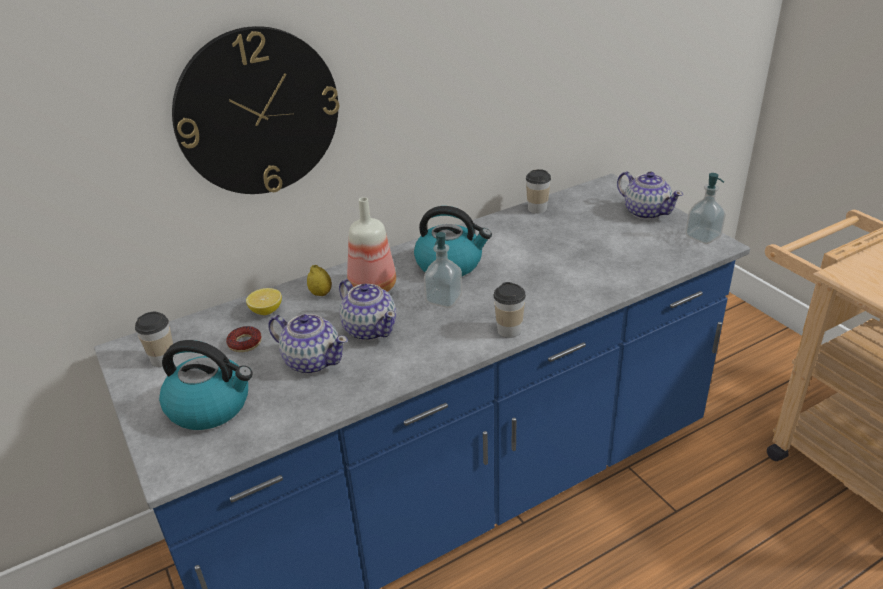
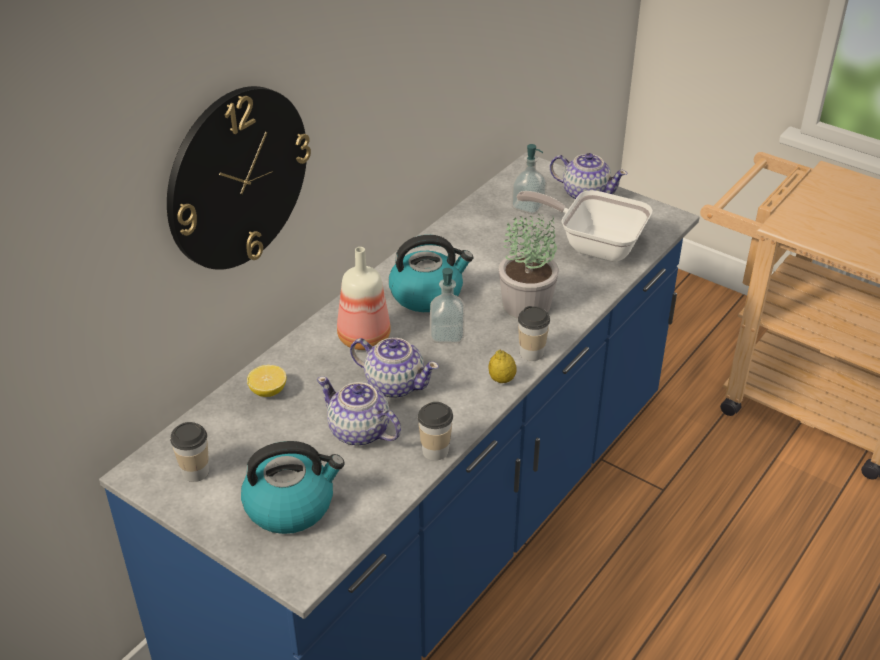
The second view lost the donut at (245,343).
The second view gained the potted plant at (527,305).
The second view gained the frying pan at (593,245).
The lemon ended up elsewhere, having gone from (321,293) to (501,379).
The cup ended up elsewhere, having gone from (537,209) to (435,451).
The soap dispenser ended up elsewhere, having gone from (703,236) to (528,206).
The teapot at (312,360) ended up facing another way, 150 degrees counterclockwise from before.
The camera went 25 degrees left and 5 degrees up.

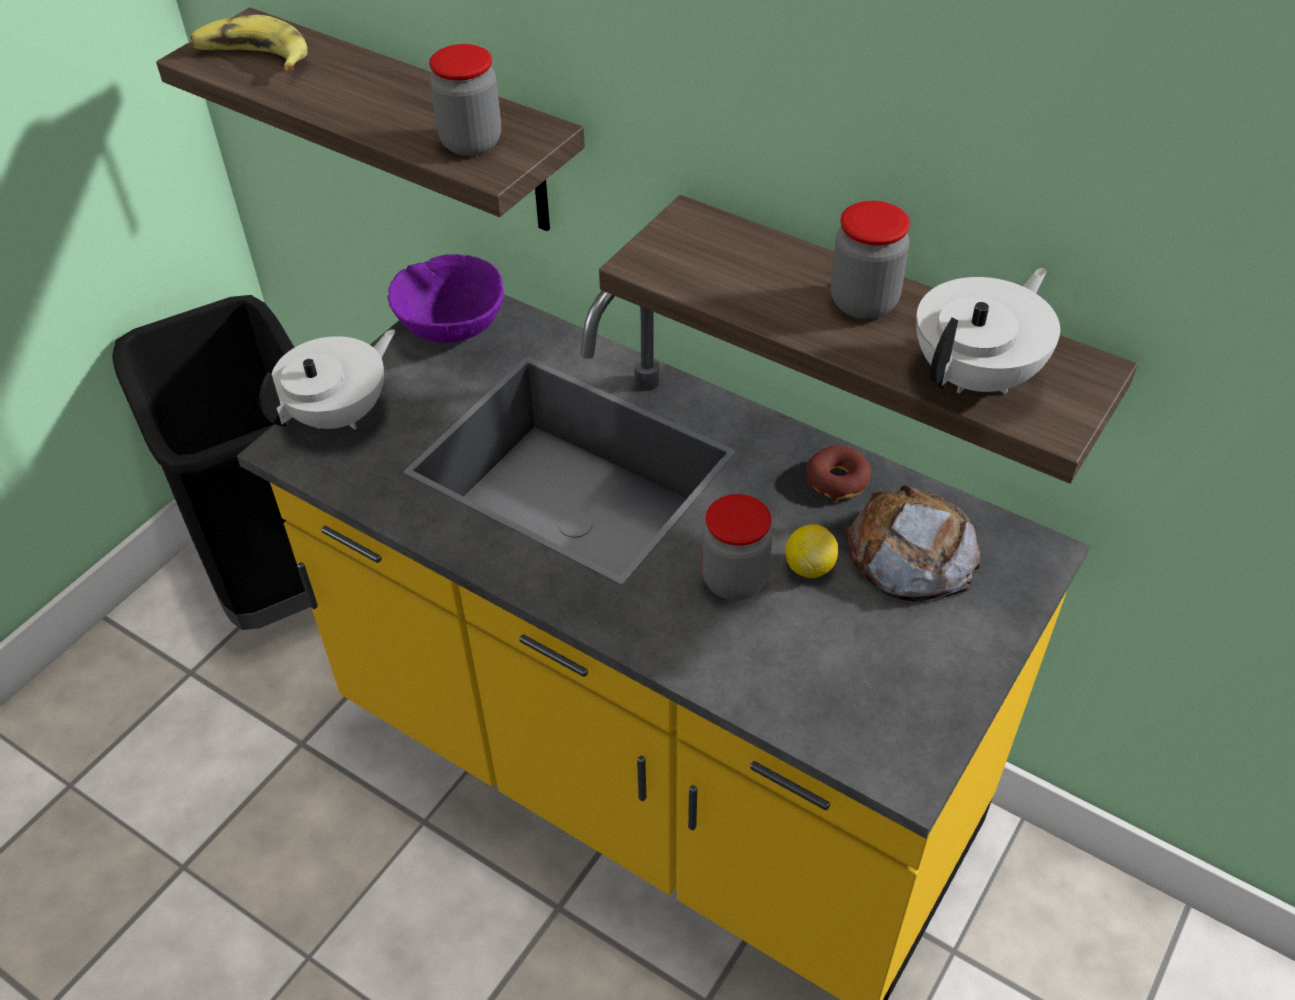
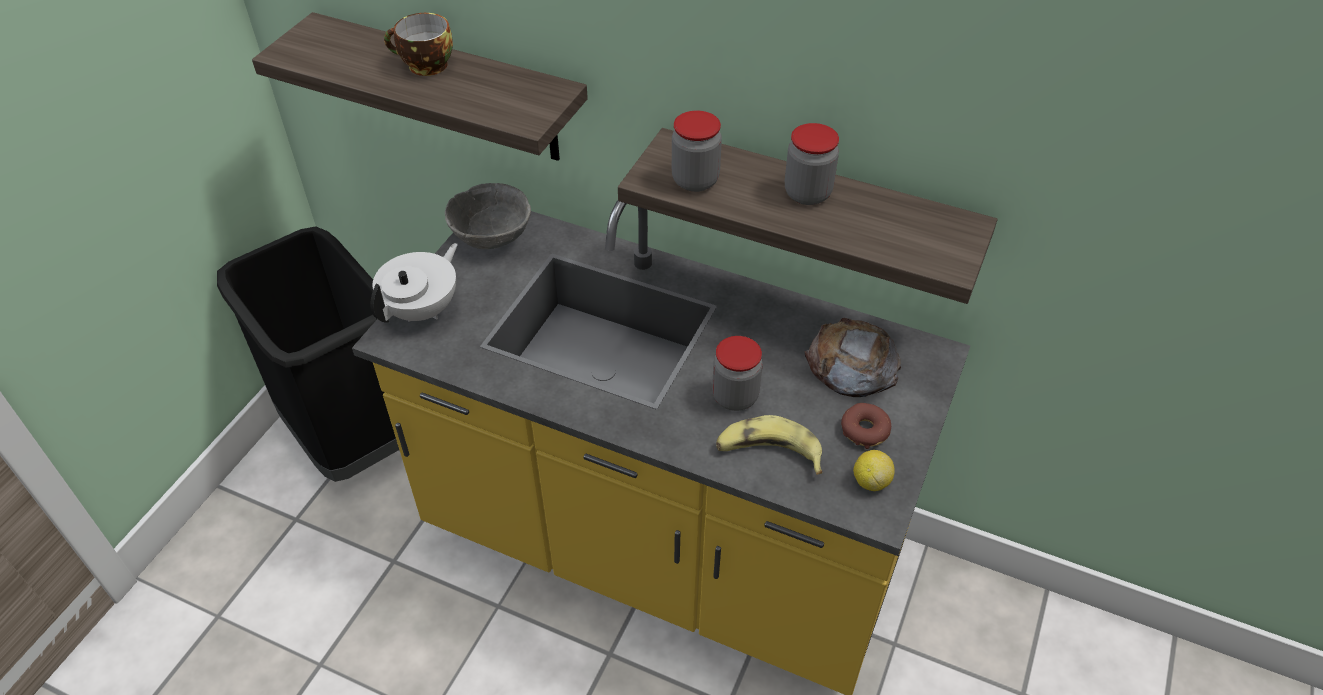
The second view lost the white teapot at (977,375).
The second view gained the cup at (425,66).
The banana ended up elsewhere, having gone from (253,58) to (768,452).
The jar ended up elsewhere, having gone from (471,142) to (695,180).
The lemon ended up elsewhere, having gone from (809,567) to (870,481).
The donut ended up elsewhere, having gone from (837,480) to (864,430).
What was the purple bowl at (451,329) turned into the grey bowl at (491,238).
The camera went 10 degrees left and 0 degrees up.

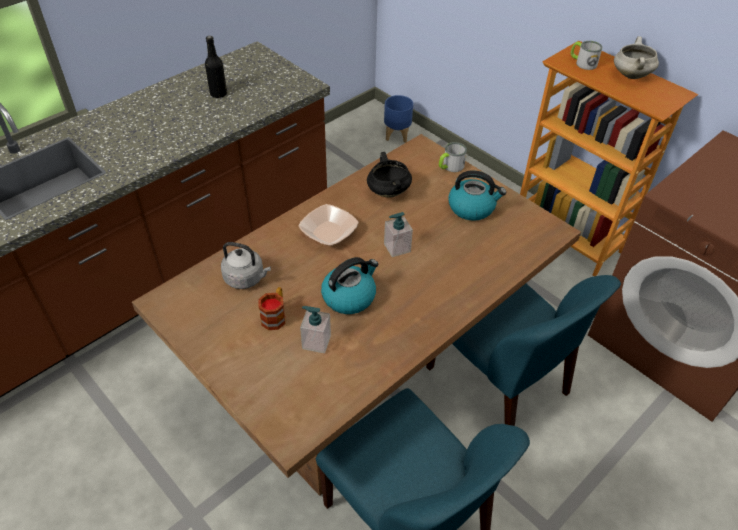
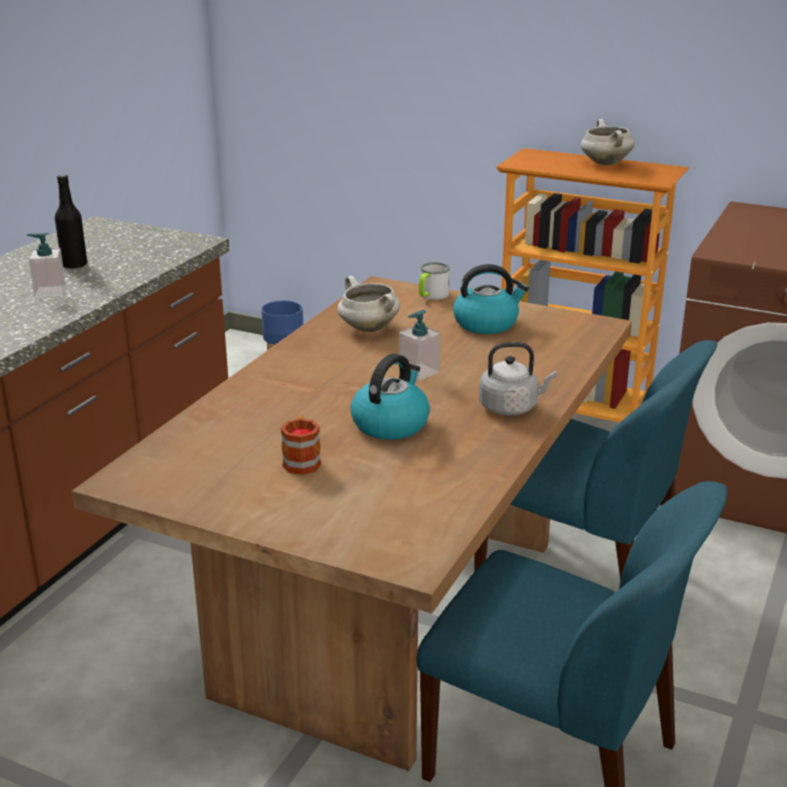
The second view lost the bowl at (328,232).
The second view lost the mug at (582,63).
The grey kettle ended up elsewhere, having gone from (246,278) to (511,407).
The soap dispenser ended up elsewhere, having gone from (316,342) to (50,291).
What was the black cooking pot at (387,191) turned into the white cooking pot at (367,328).
The camera went 20 degrees left and 20 degrees down.

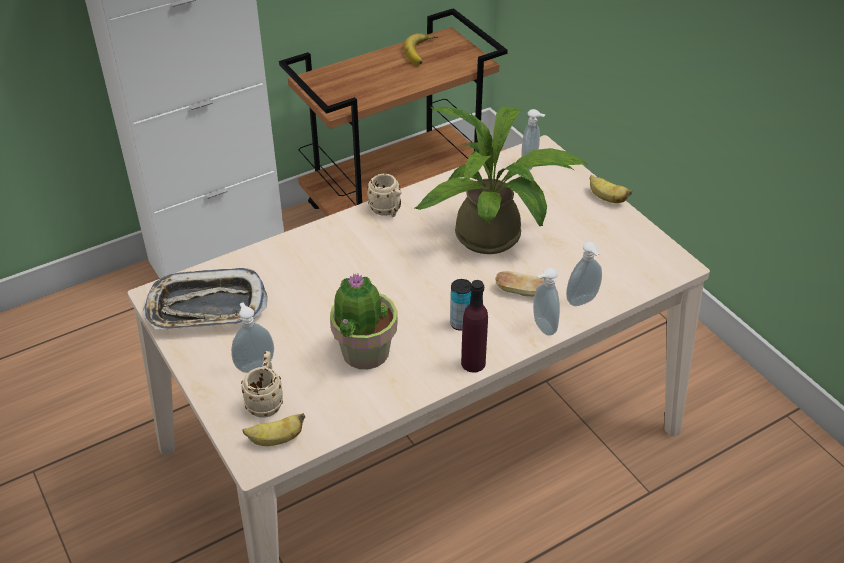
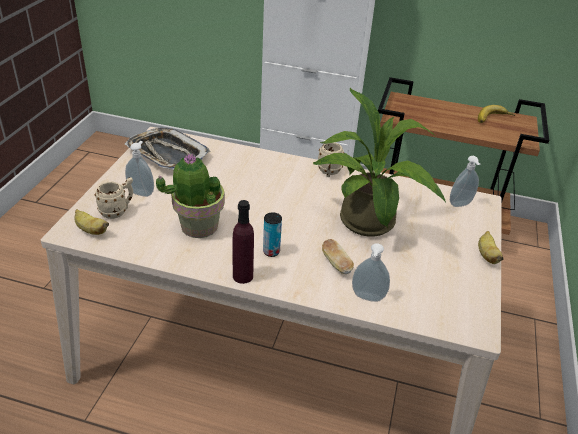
The second view lost the soap dispenser at (542,327).
The camera went 45 degrees right and 5 degrees down.

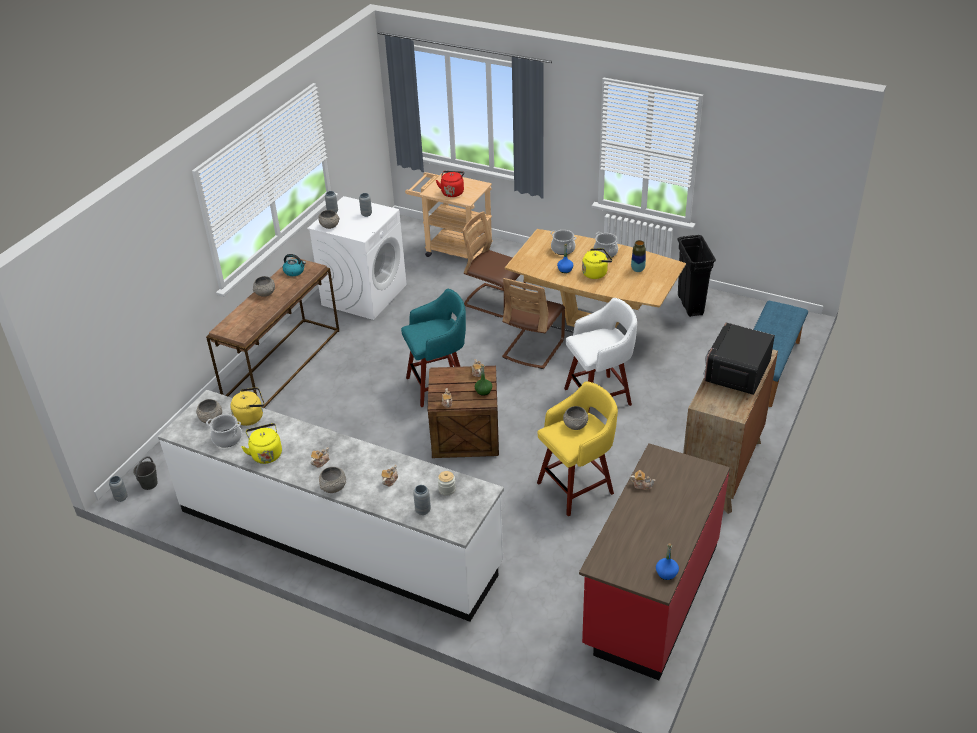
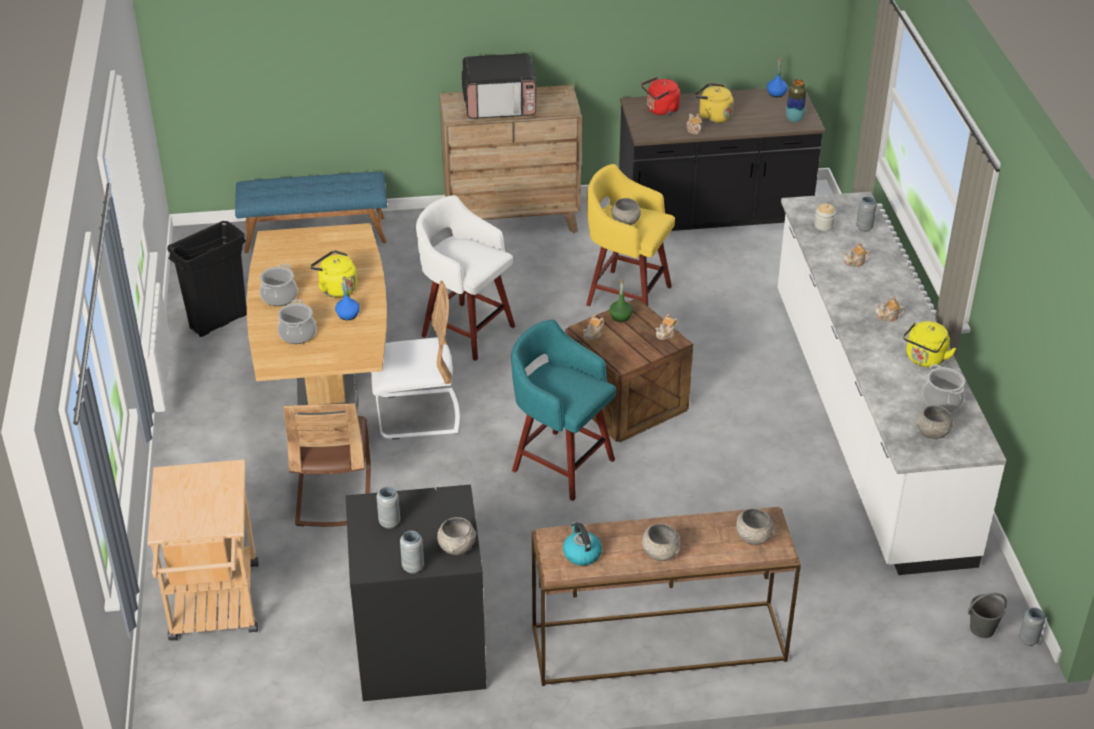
The yellow kettle ended up elsewhere, having gone from (251,417) to (712,116).
The grey bowl ended up elsewhere, having gone from (334,487) to (753,537).
The red kettle ended up elsewhere, having gone from (452,192) to (660,110).
The vase ended up elsewhere, having gone from (637,269) to (794,119).
What was the white washing machine at (364,294) turned into the black washing machine at (419,651).
What was the brown chair at (533,349) turned into the white chair at (417,415).
What was the red counter at (650,595) turned into the black counter at (713,213).
The camera went 125 degrees left and 0 degrees up.

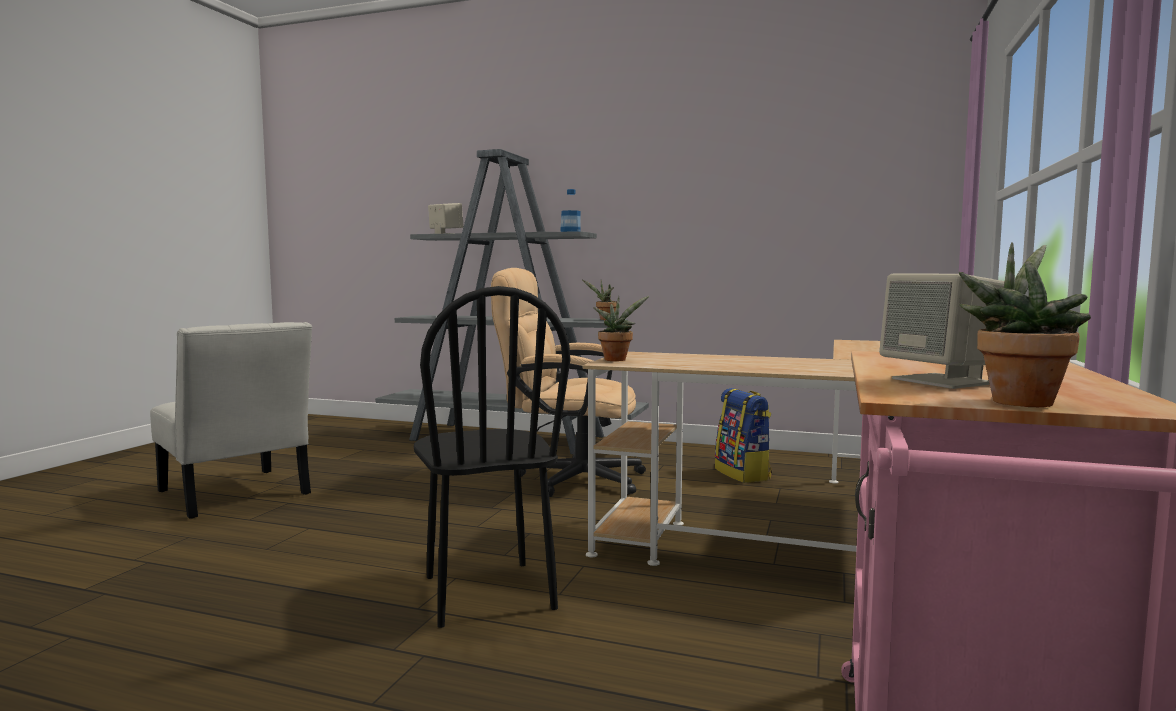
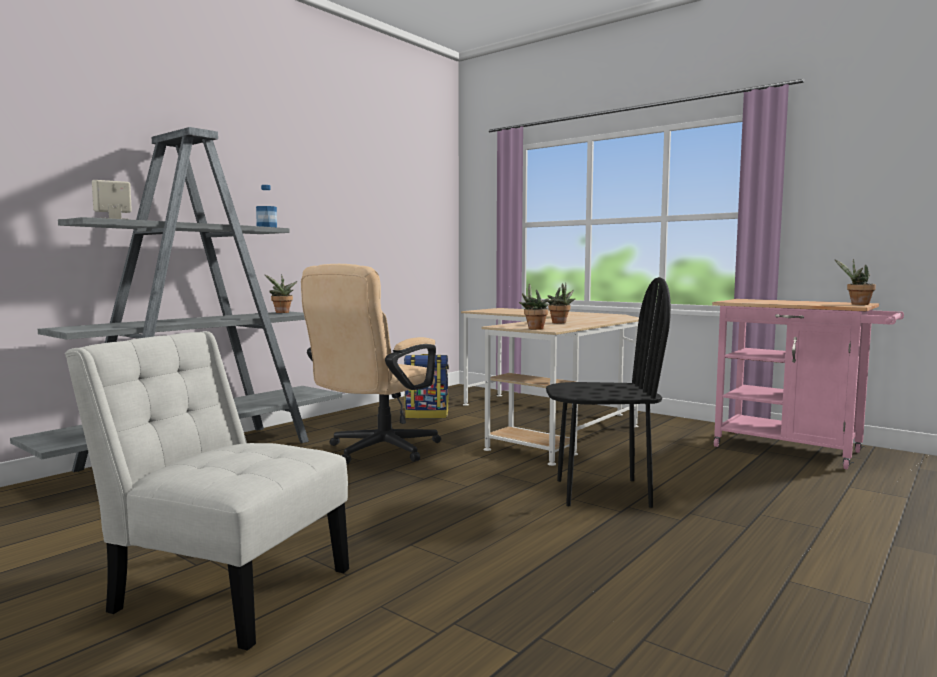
The second view lost the beige speaker at (943,381).
The second view gained the potted plant at (560,323).
The white chair at (236,495) ended up facing another way, 135 degrees counterclockwise from before.
The camera went 70 degrees left and 0 degrees up.

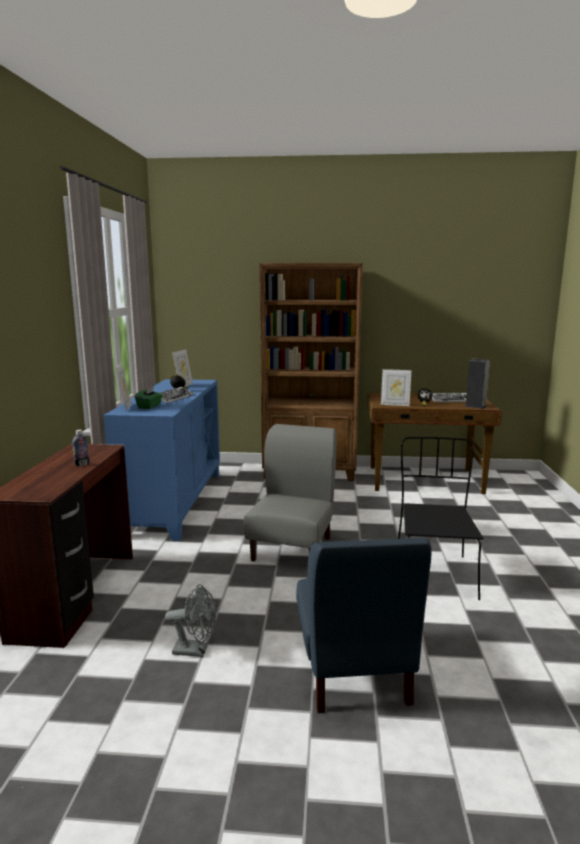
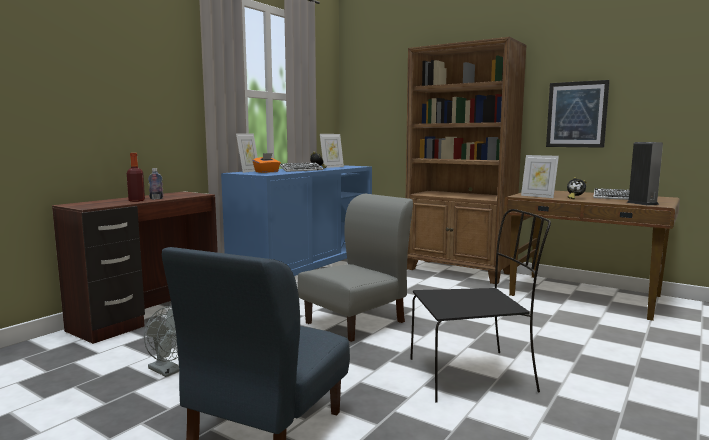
The second view gained the bottle at (136,201).
The second view gained the picture at (576,114).
What was the green tissue box at (149,406) turned into the orange tissue box at (267,172).
The black chair at (433,574) ended up facing another way, 45 degrees clockwise from before.
The camera went 30 degrees right and 5 degrees down.

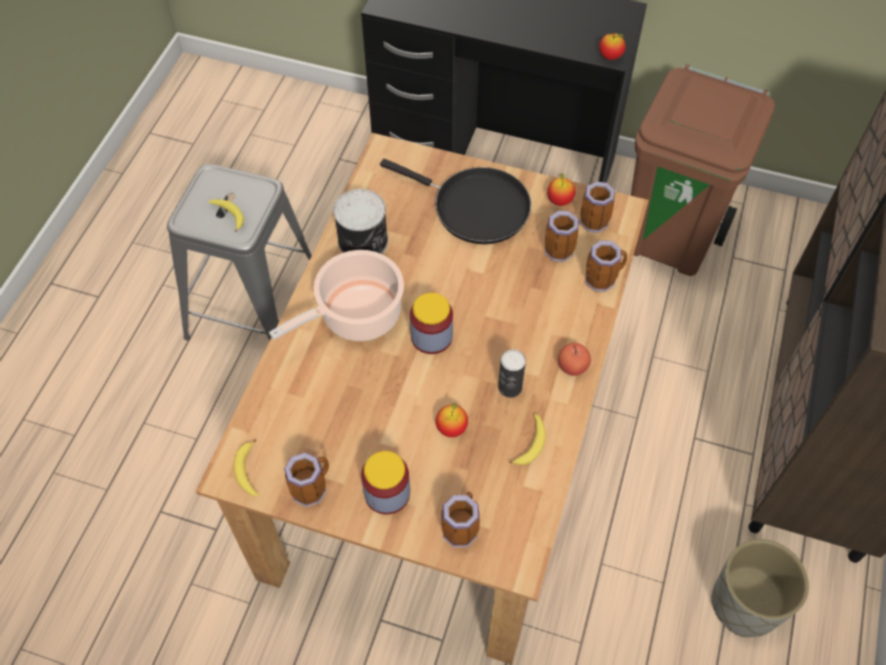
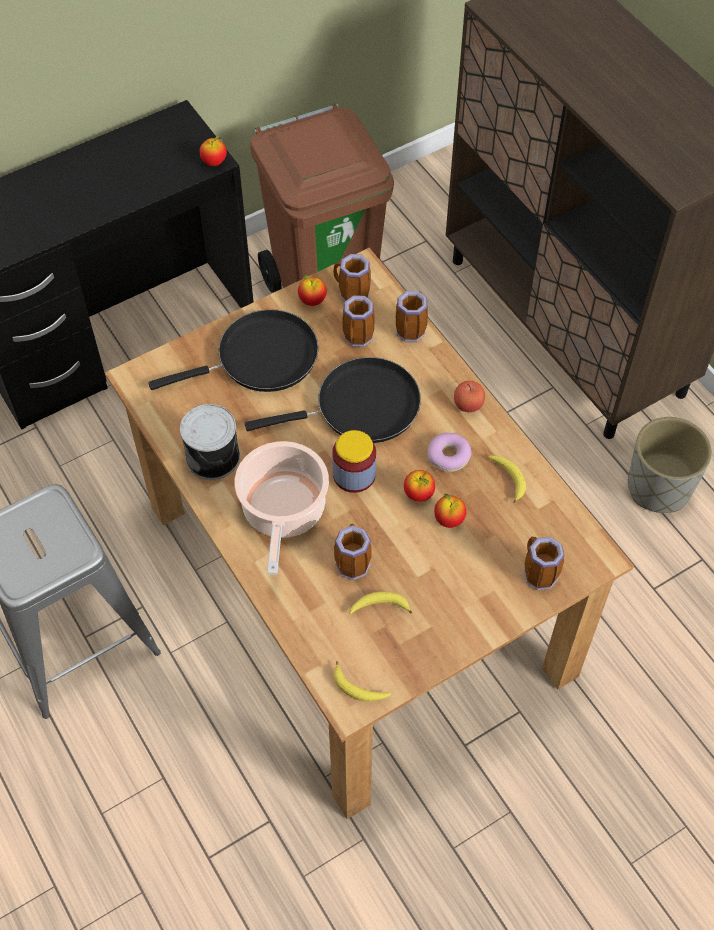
The second view lost the jar at (387,493).
The second view gained the black frying pan at (360,407).
The second view gained the apple at (419,494).
The banana ended up elsewhere, having gone from (229,215) to (379,606).
The mug ended up elsewhere, having gone from (311,488) to (351,562).
Where the can stood at (510,387), the donut came to stand at (448,456).
The camera went 50 degrees left and 0 degrees up.

